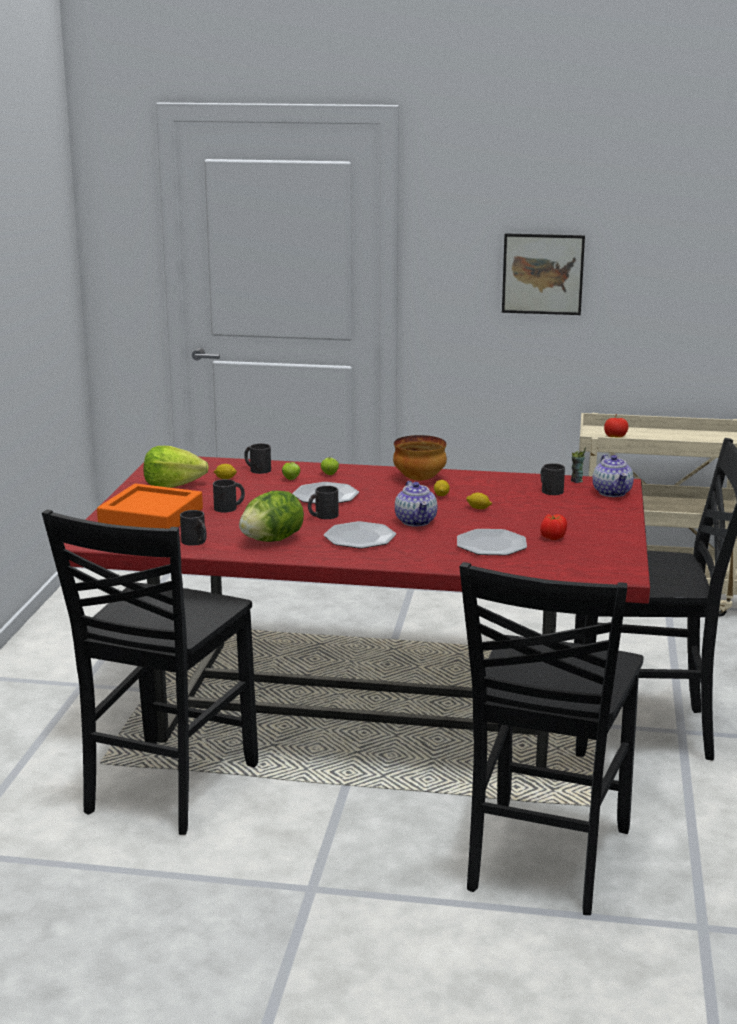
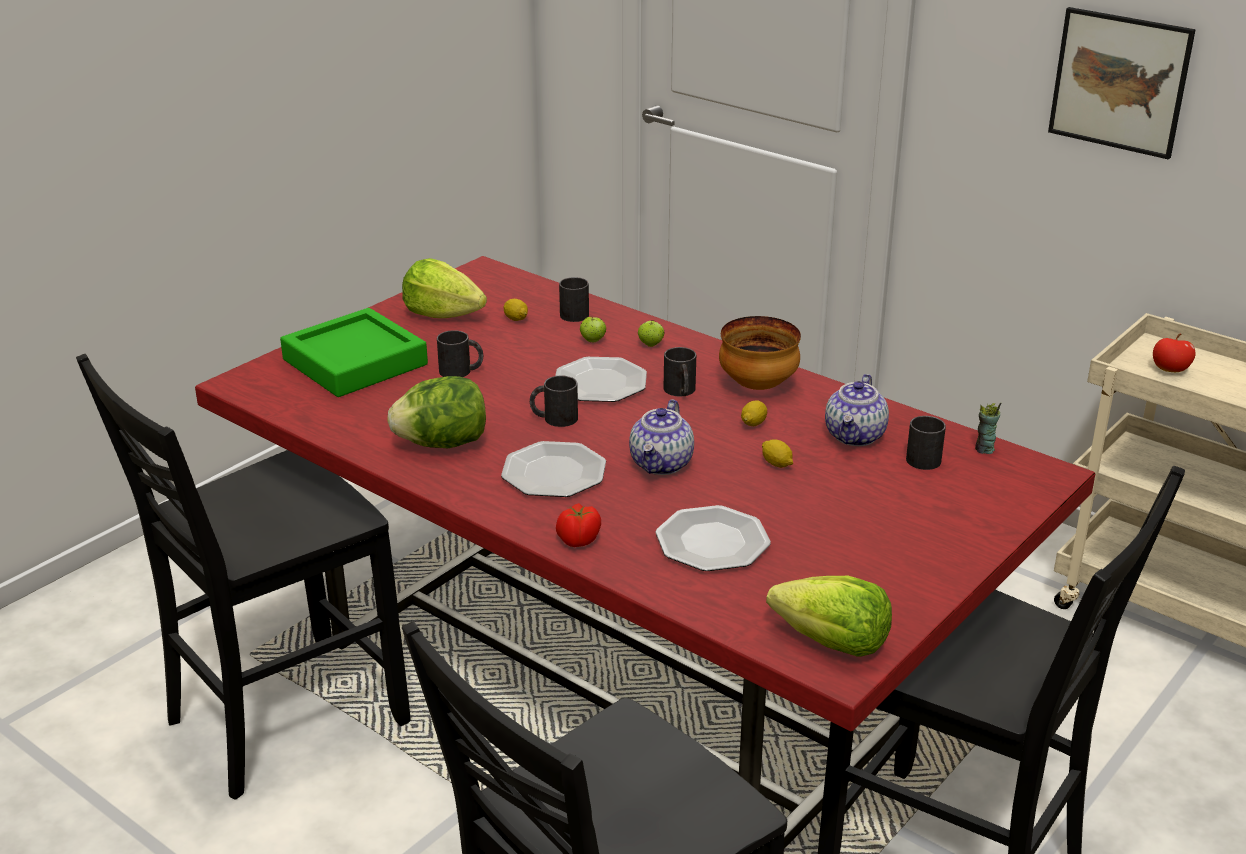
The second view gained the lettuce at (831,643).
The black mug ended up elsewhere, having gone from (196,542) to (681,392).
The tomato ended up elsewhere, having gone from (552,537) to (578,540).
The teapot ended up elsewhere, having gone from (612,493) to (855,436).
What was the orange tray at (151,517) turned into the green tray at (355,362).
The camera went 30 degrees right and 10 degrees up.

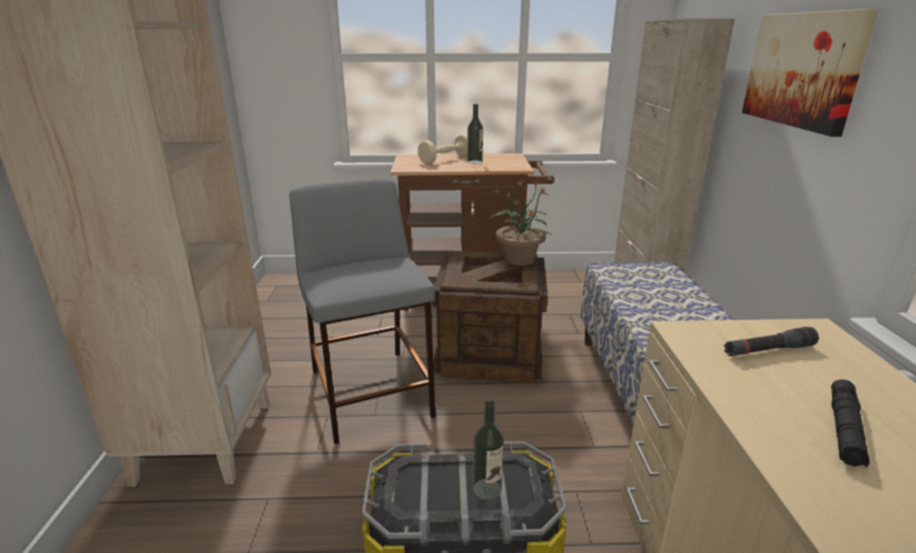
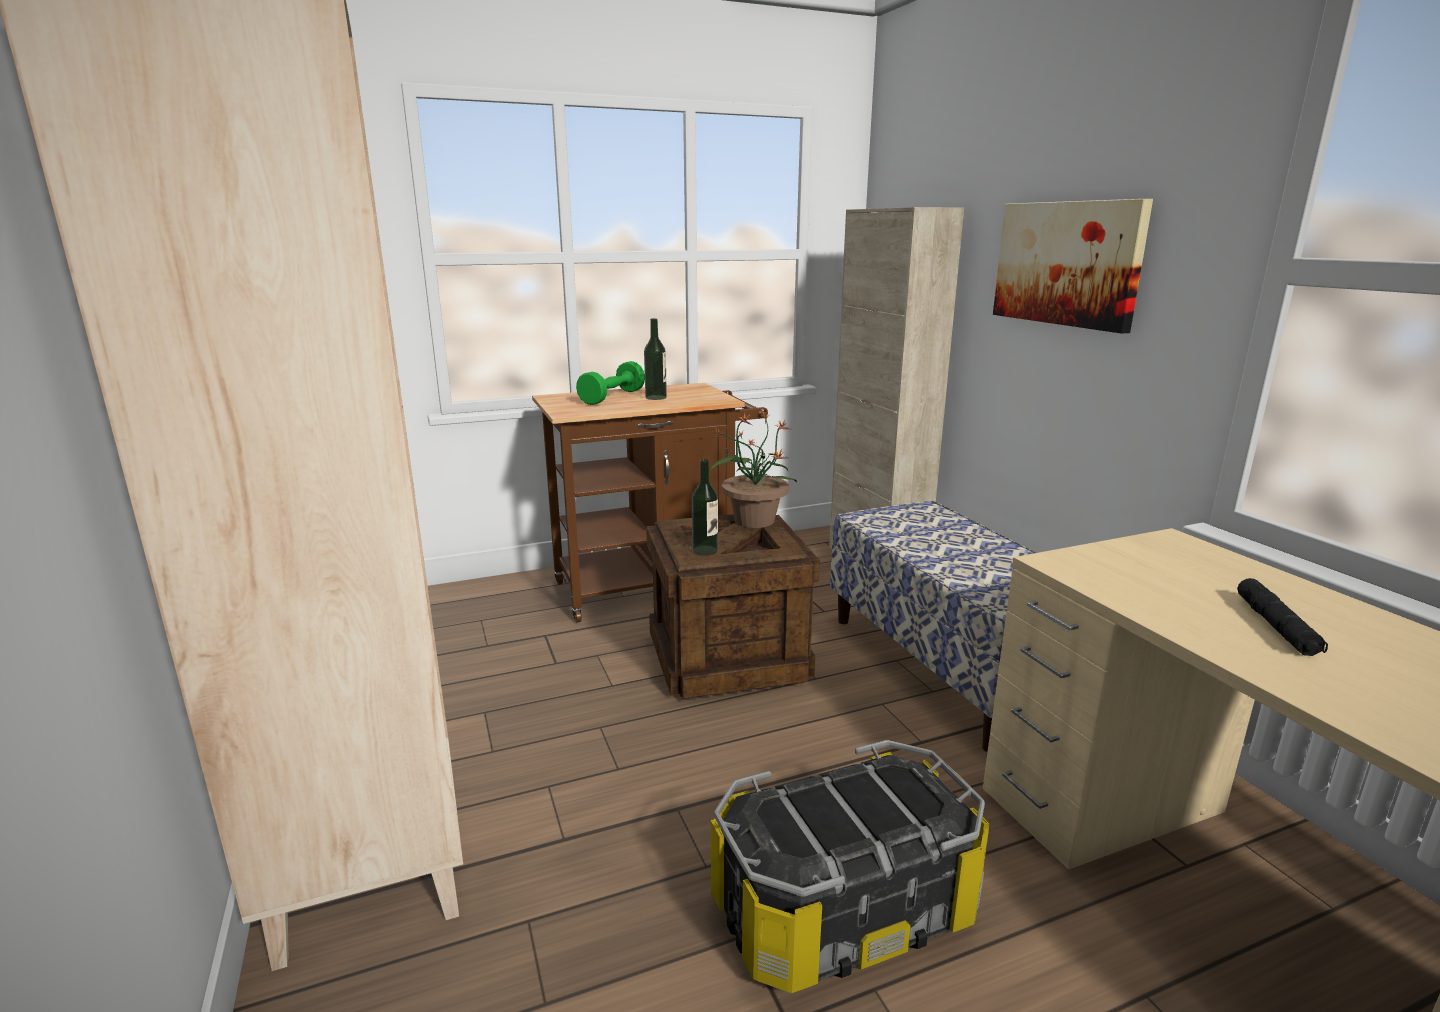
The second view lost the grey stool at (371,394).
The second view lost the black flashlight at (768,350).
The bottle ended up elsewhere, having gone from (487,489) to (705,550).
What was the beige dumbbell at (445,159) turned into the green dumbbell at (612,397).
The camera went 20 degrees left and 5 degrees down.

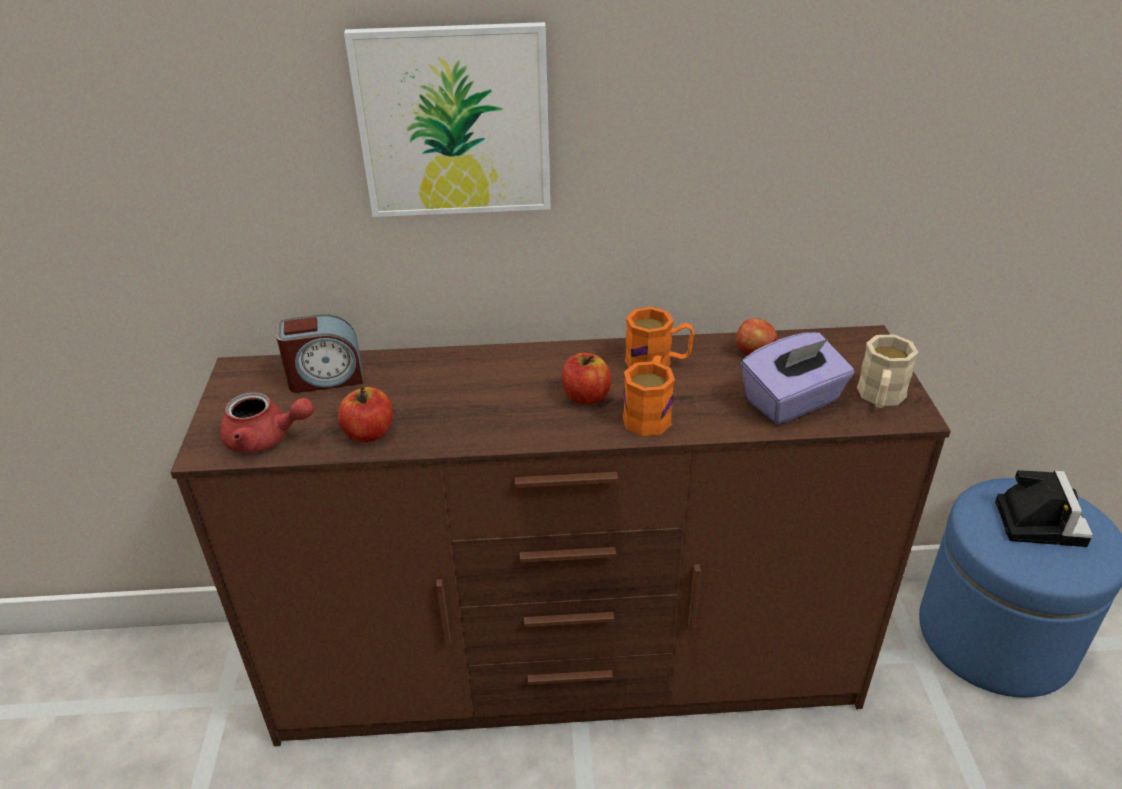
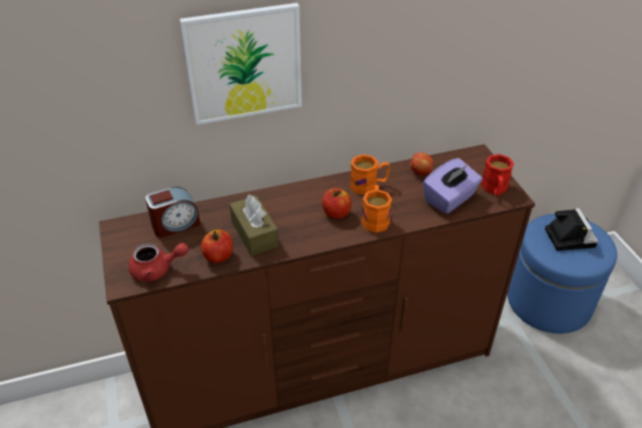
The second view gained the brown tissue box at (254,234).
What was the beige mug at (880,398) turned into the red mug at (494,189).
The camera went 15 degrees left and 5 degrees up.

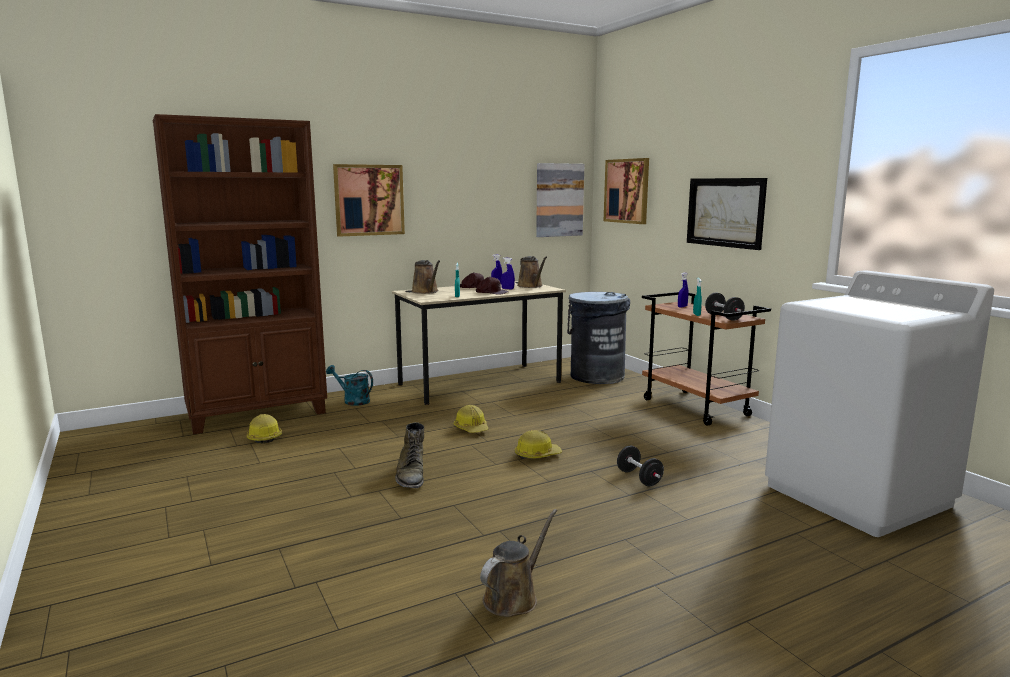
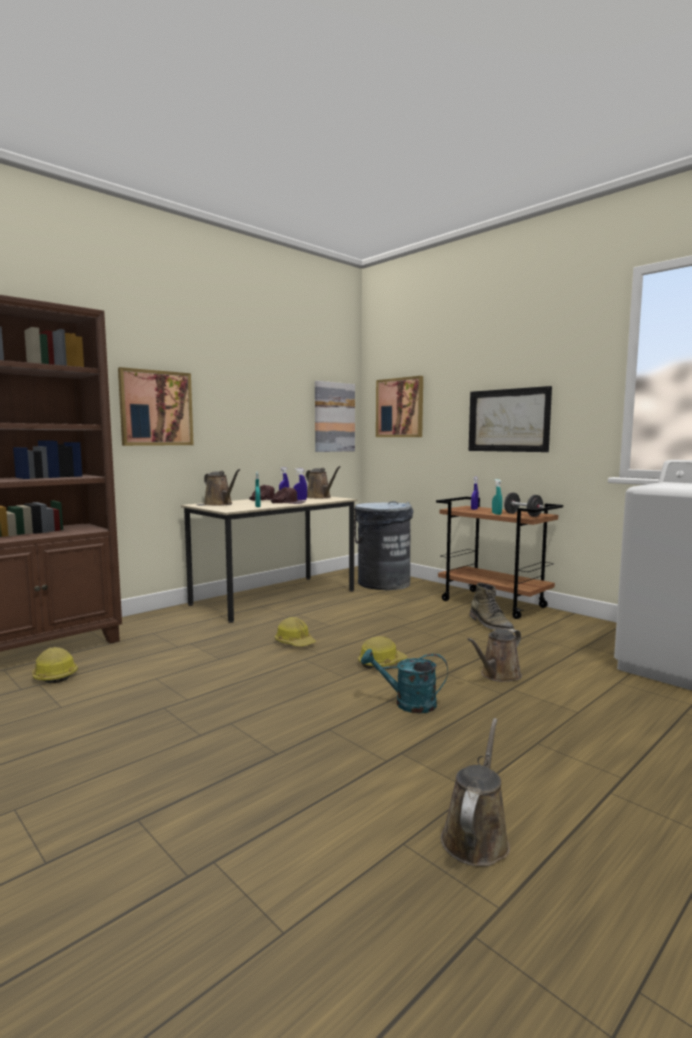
The turquoise watering can ended up elsewhere, having gone from (352,401) to (407,703).
The green boot ended up elsewhere, having gone from (411,475) to (490,624).
Where the black dumbbell stood at (639,478), the brown watering can came to stand at (498,675).
The camera went 15 degrees left and 5 degrees down.

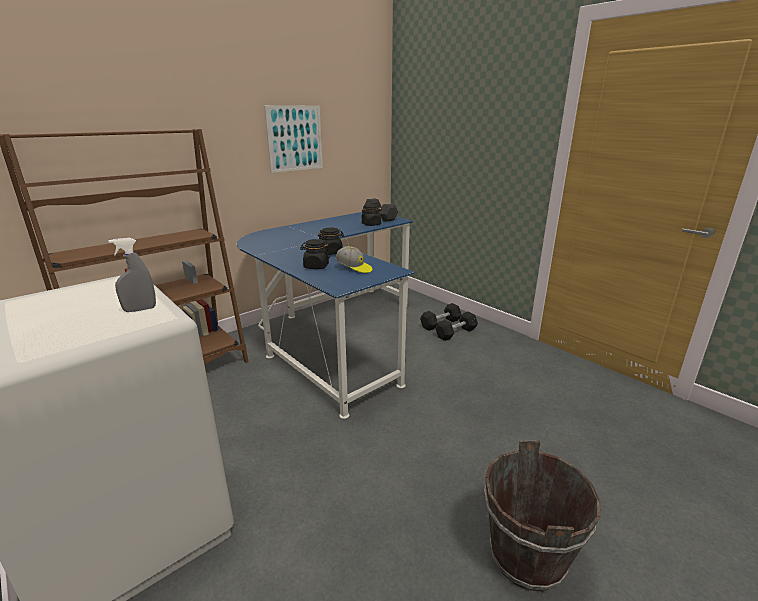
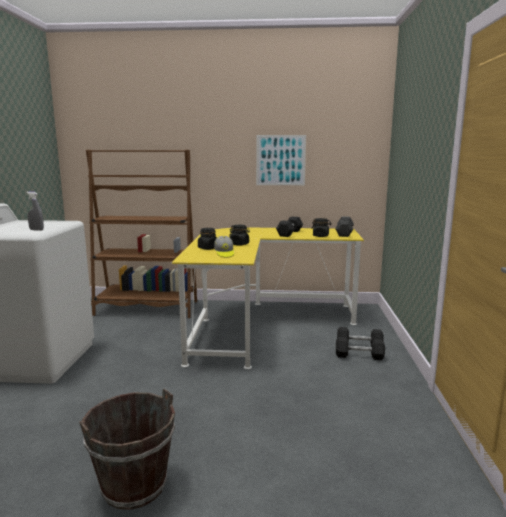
The second view gained the black dumbbell at (289,233).
What was the blue desk at (332,336) turned into the yellow desk at (261,323).
The camera went 45 degrees right and 10 degrees down.

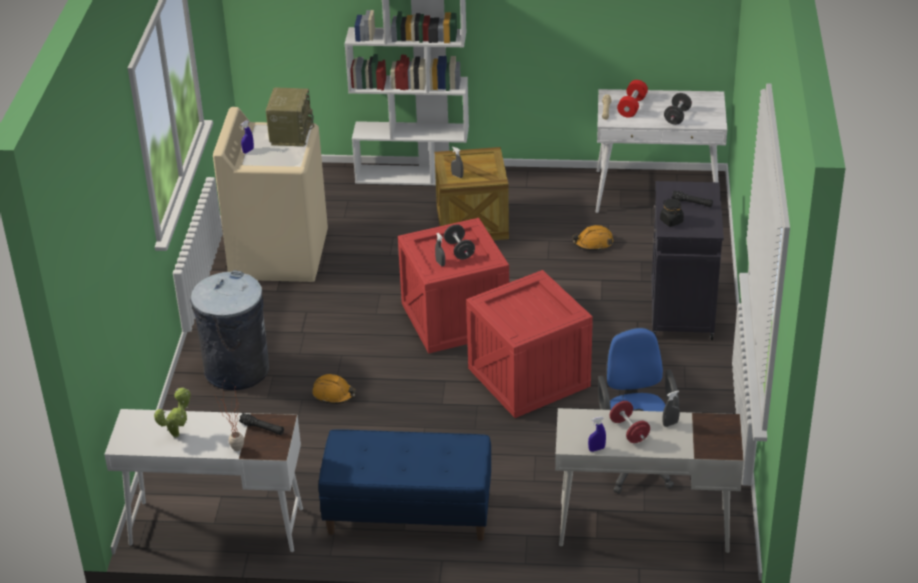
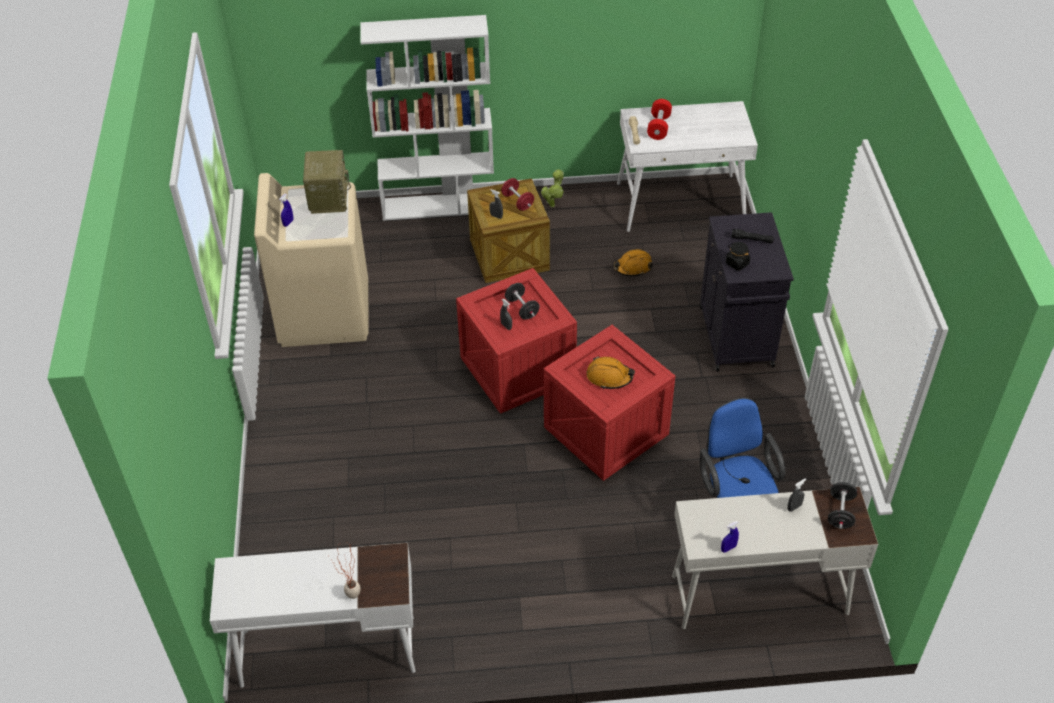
The second view lost the grey trash can at (236,370).
The second view lost the black flashlight at (262,428).
The second view lost the blue bench at (408,514).
The potted plant ended up elsewhere, having gone from (178,433) to (553,204).
The orange hard hat ended up elsewhere, having gone from (334,394) to (609,377).
The red dumbbell ended up elsewhere, having gone from (629,431) to (517,202).
The black dumbbell ended up elsewhere, having gone from (677,117) to (840,513).
The camera went 10 degrees left and 10 degrees up.

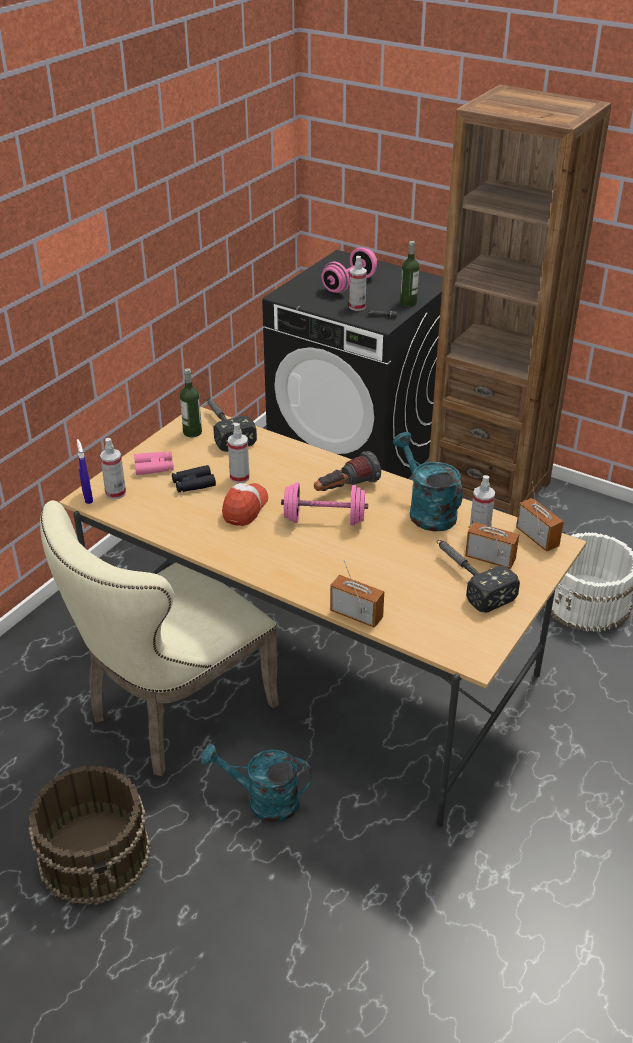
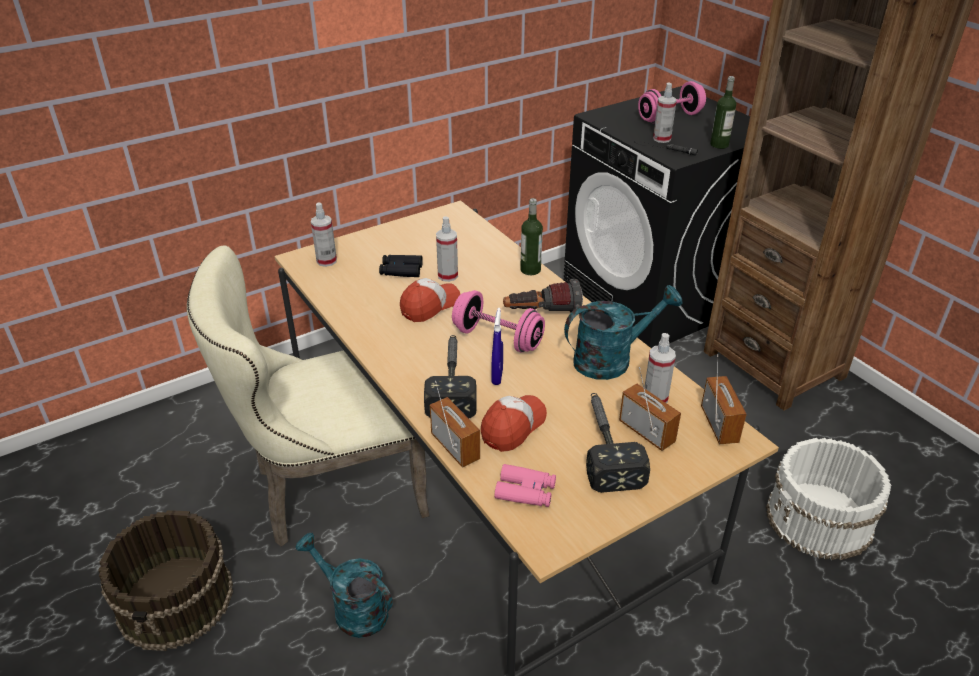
The second view gained the cap at (513,427).
The blue spray bottle ended up elsewhere, having gone from (88,497) to (497,376).
The pink binoculars ended up elsewhere, having gone from (154,467) to (525,491).
The bottle ended up elsewhere, having gone from (192,432) to (530,270).
The hammer ended up elsewhere, having gone from (223,428) to (452,381).
The turquoise watering can at (426,511) ended up facing another way, 75 degrees clockwise from before.
The camera went 25 degrees right and 0 degrees up.

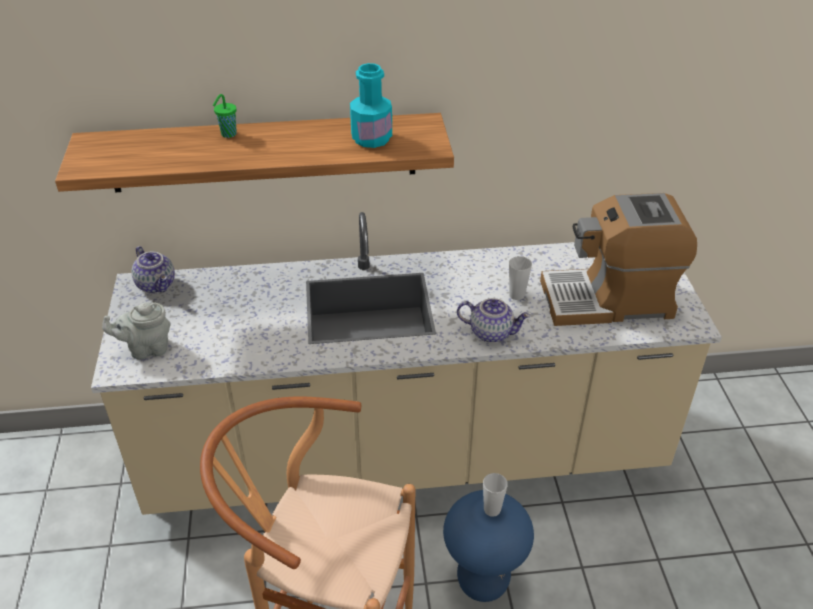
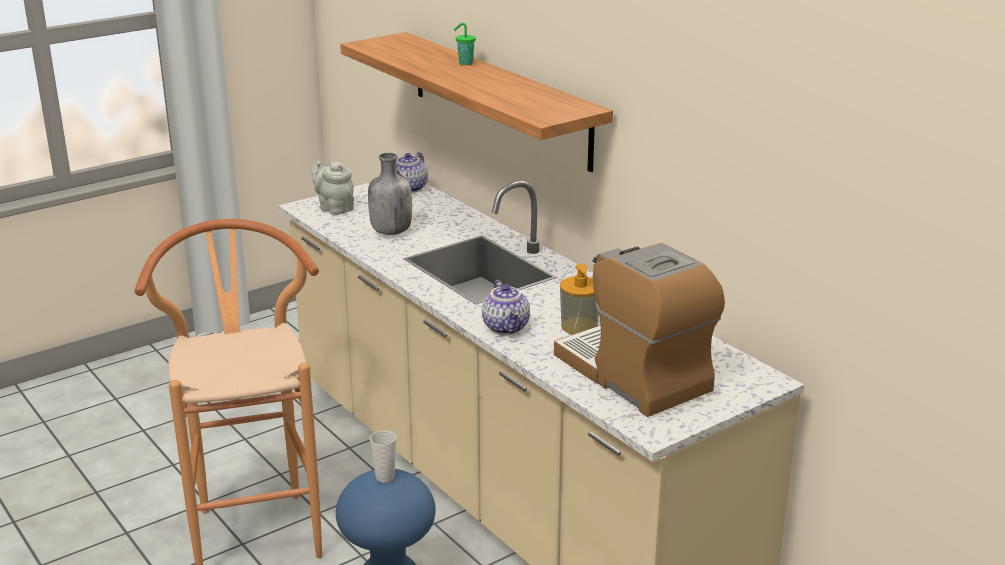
The second view lost the turquoise bottle at (371,138).
The second view gained the grey bottle at (390,231).
Where the cup stood at (516,295), the soap dispenser came to stand at (579,326).
The camera went 60 degrees right and 15 degrees down.

